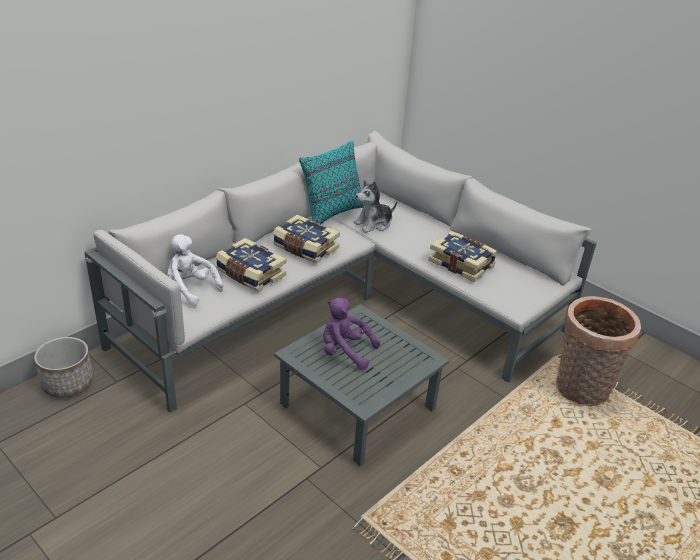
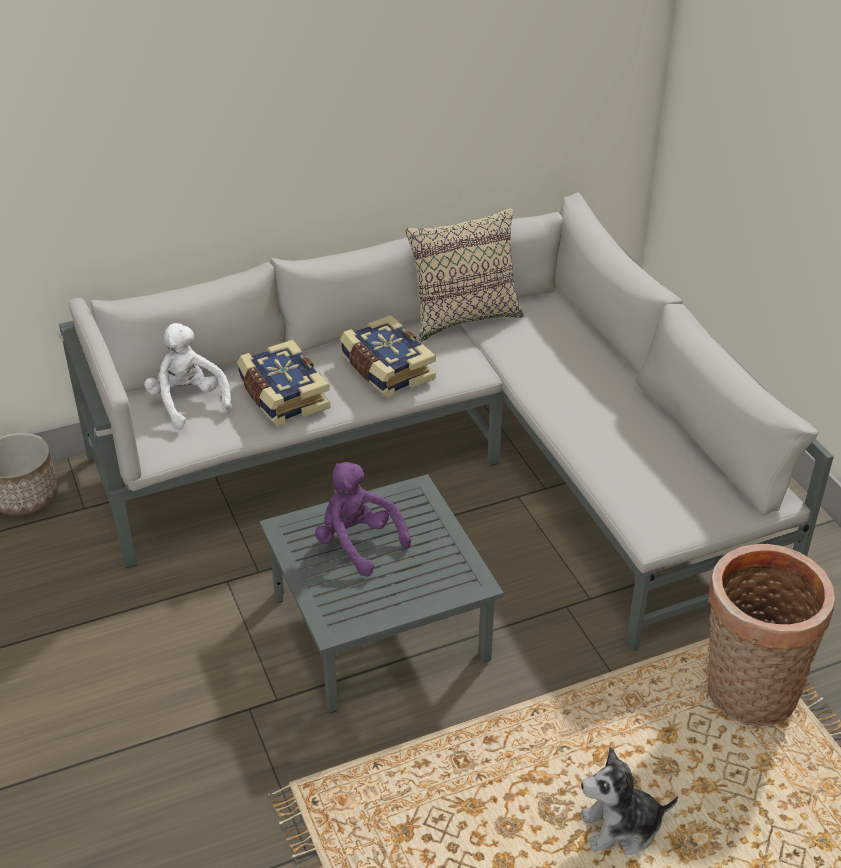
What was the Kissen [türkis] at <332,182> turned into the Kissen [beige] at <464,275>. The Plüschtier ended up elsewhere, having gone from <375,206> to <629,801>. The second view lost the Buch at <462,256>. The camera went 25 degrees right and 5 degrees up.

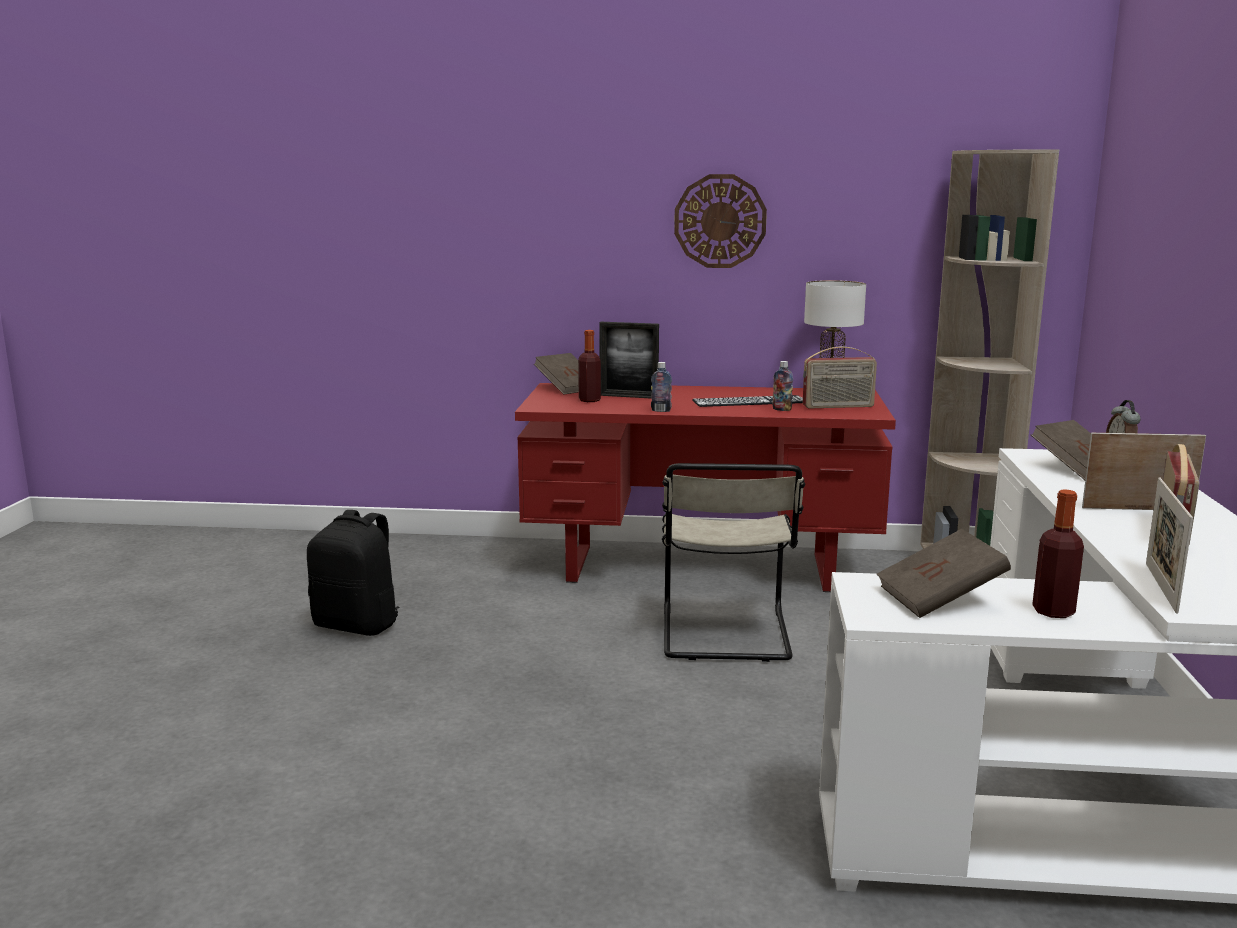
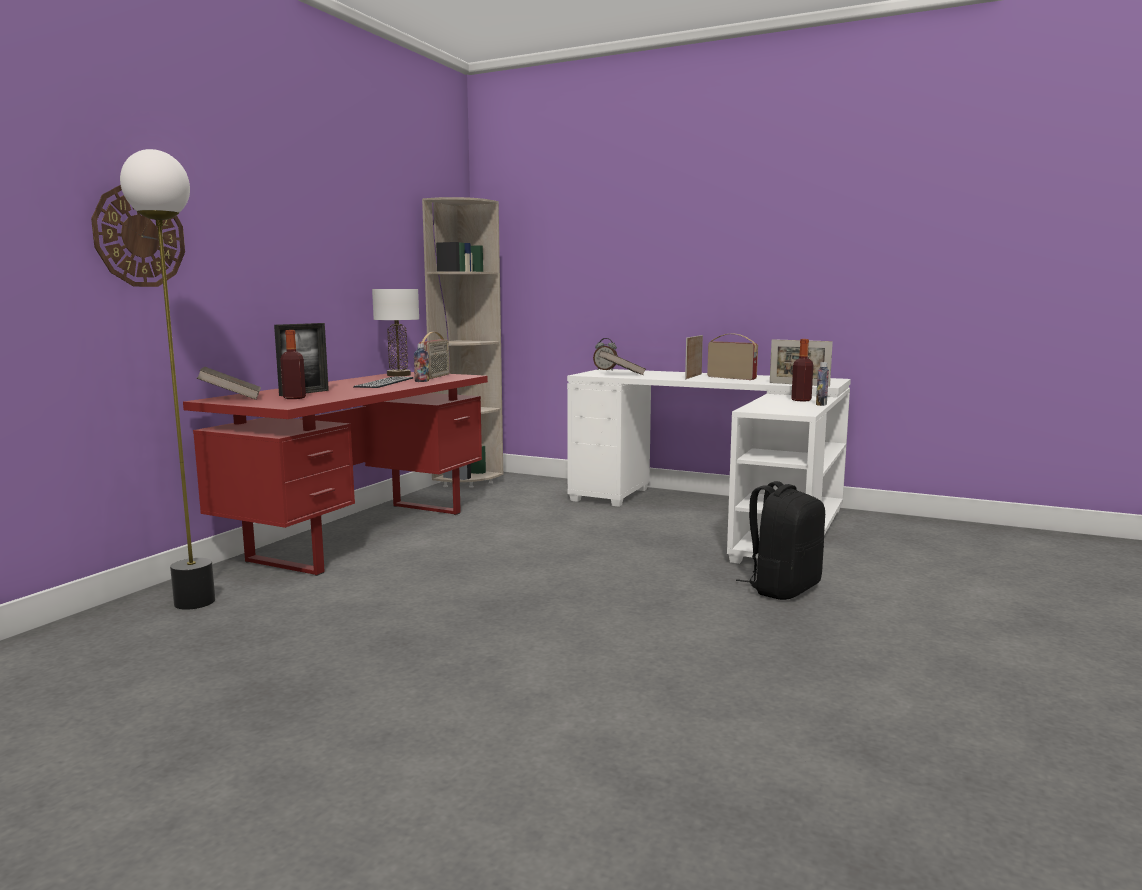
The Wanduhr ended up elsewhere, having gone from <720,221> to <138,236>. The second view gained the Stehlampe at <167,379>. The Rucksack [schwarz] ended up elsewhere, having gone from <353,573> to <780,540>. The Flasche ended up elsewhere, having gone from <661,387> to <822,384>. The second view lost the Stuhl [beige] at <733,562>. The second view lost the Buch [braun] at <944,573>. The camera went 70 degrees left and 5 degrees down.

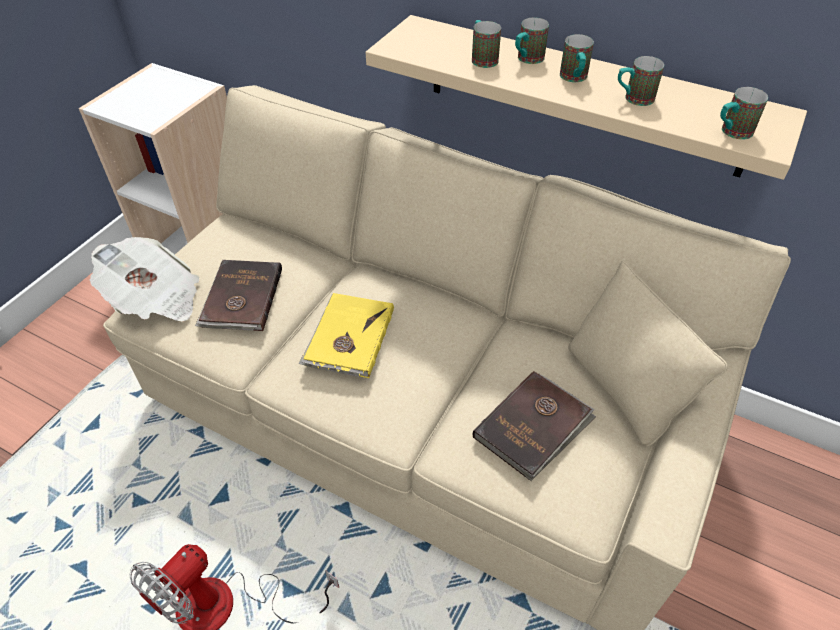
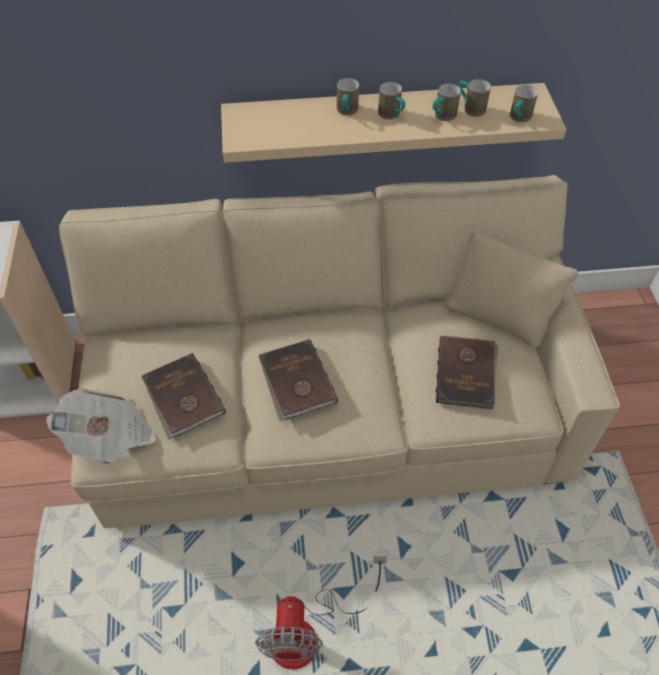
What was the Buch [gelb] at <346,335> turned into the Buch [braun] at <298,380>. The Henkelbecher ended up elsewhere, having gone from <486,44> to <475,98>. The camera went 35 degrees left and 5 degrees up.

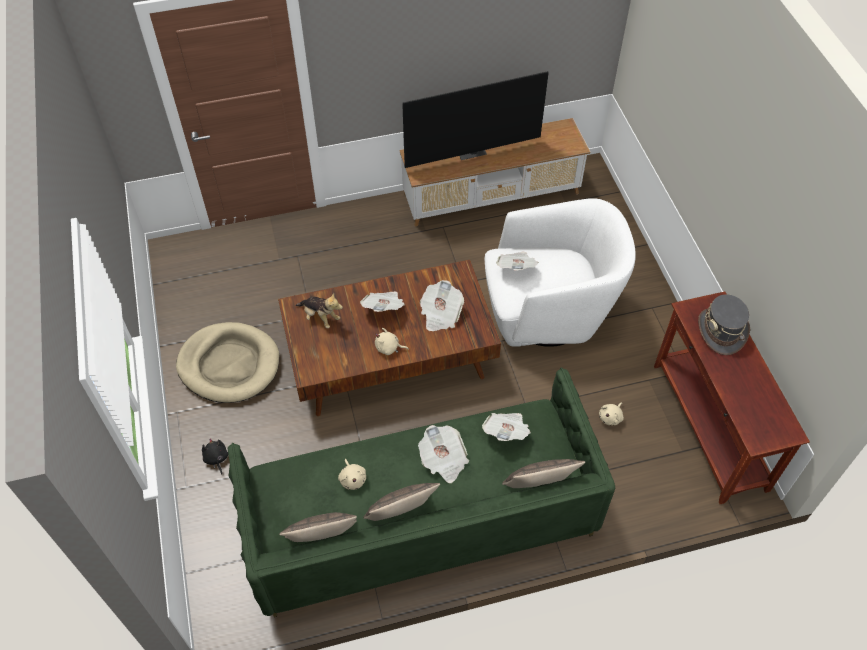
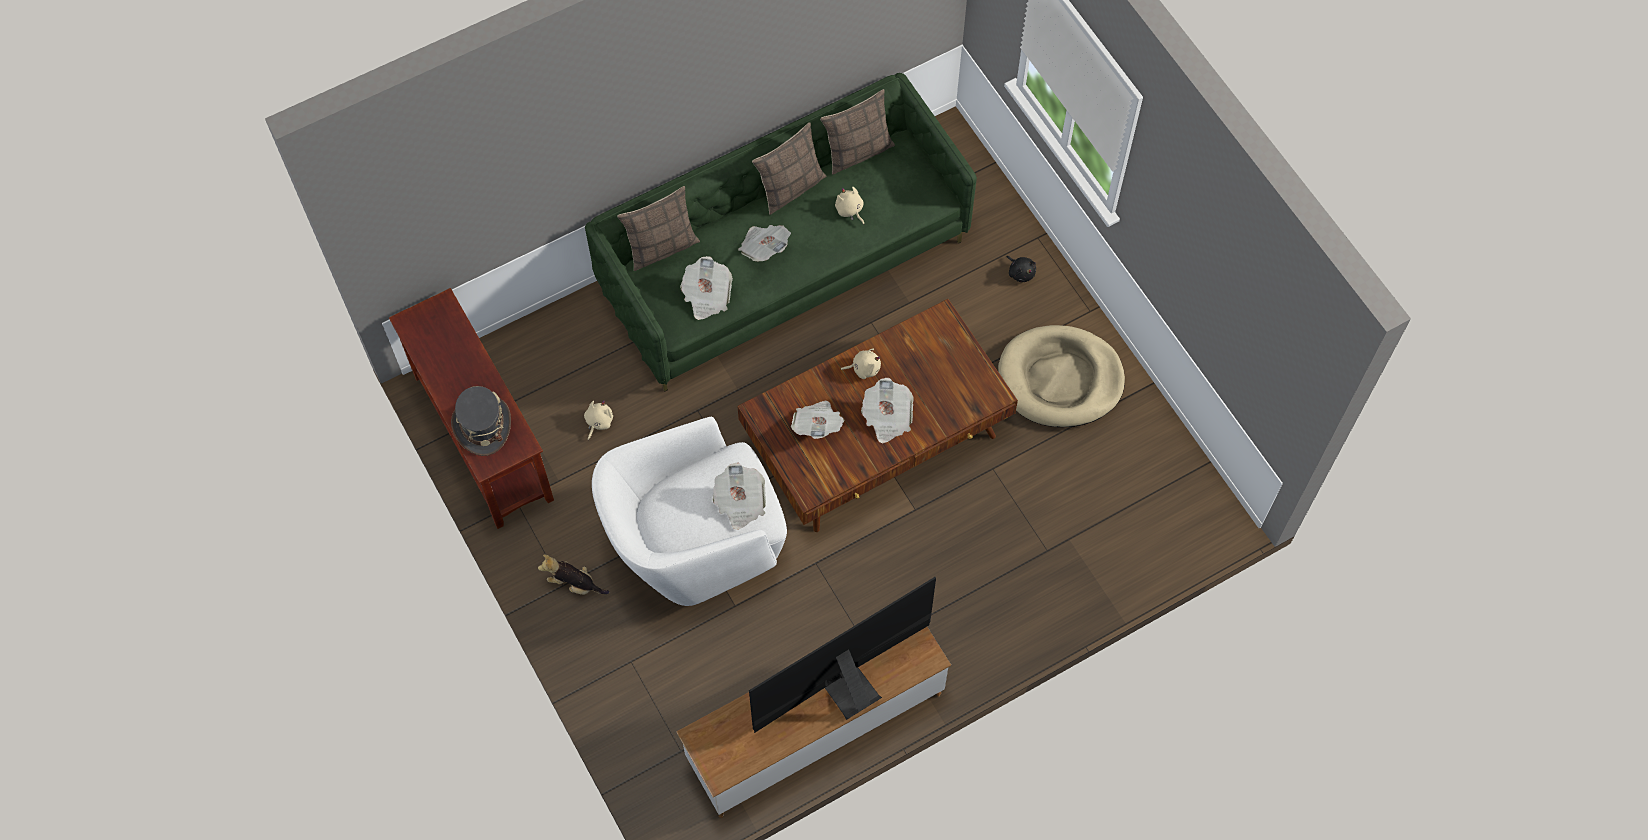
The Plüschtier ended up elsewhere, having gone from <319,310> to <573,574>. The camera went 165 degrees right and 10 degrees up.

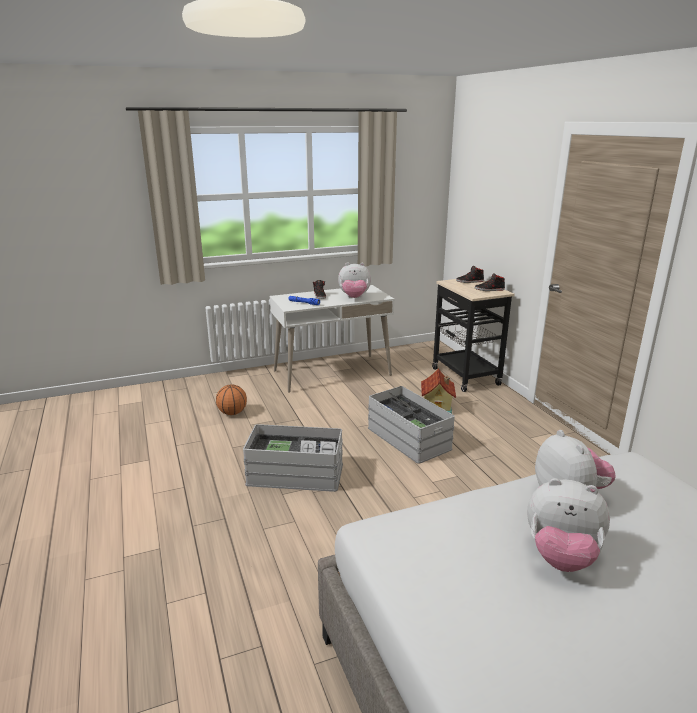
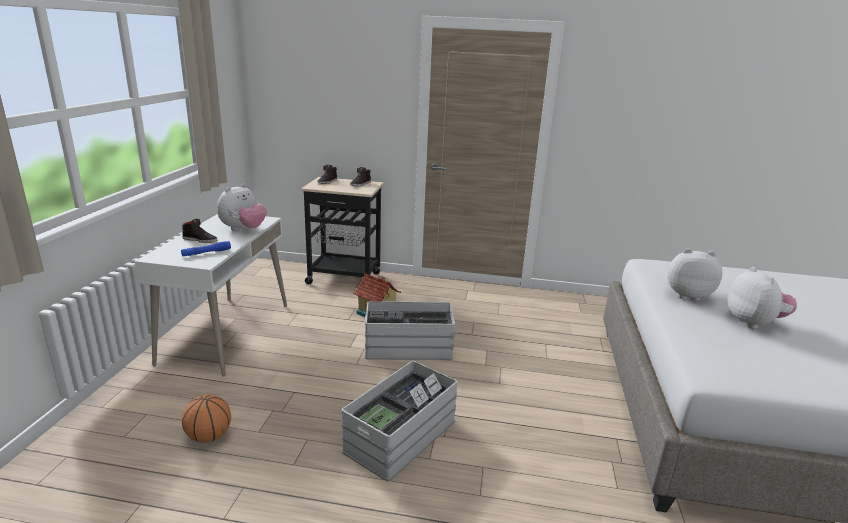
The Plüschtier at <568,525> ended up facing another way, 60 degrees counterclockwise from before. The camera went 60 degrees left and 0 degrees up.

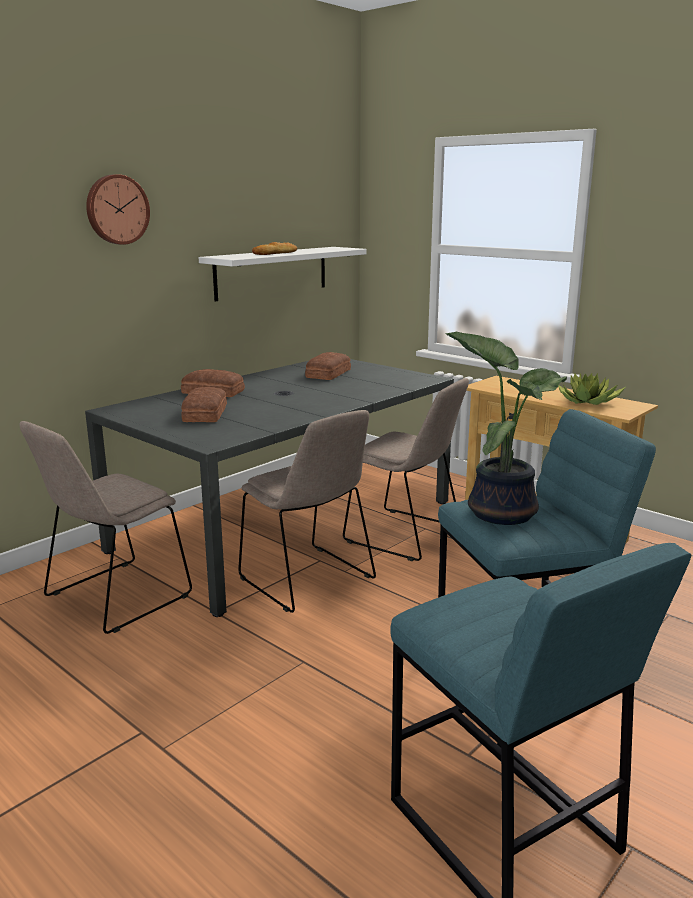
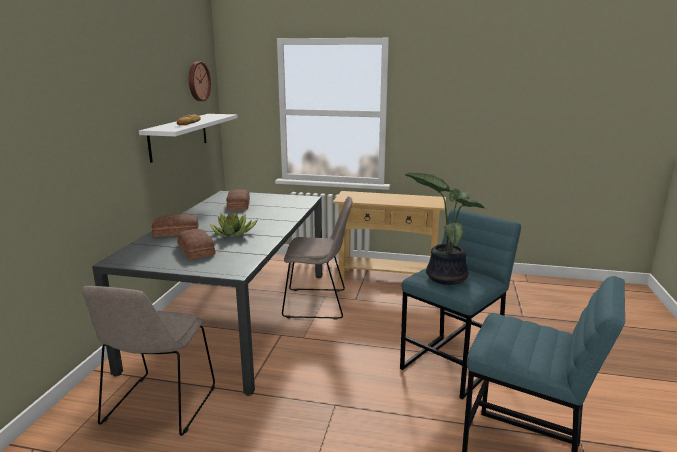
The Wanduhr ended up elsewhere, having gone from <118,209> to <200,81>. The Topfpflanze ended up elsewhere, having gone from <592,389> to <234,224>. The second view lost the Stuhl [beige] at <307,511>. The camera went 30 degrees left and 0 degrees up.

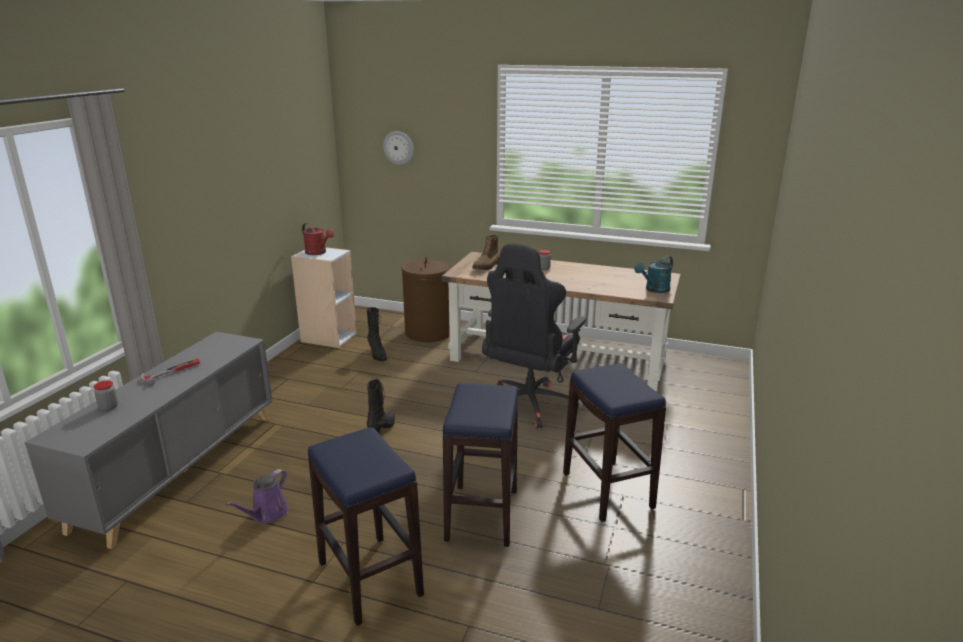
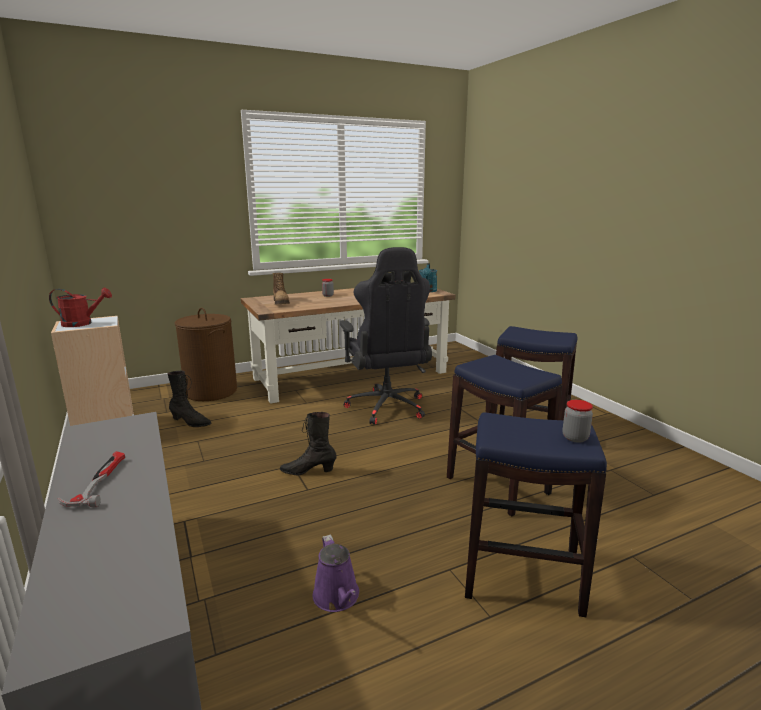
The Stiefel [schwarz] at <381,406> ended up facing another way, 60 degrees counterclockwise from before. The Vorratsglas ended up elsewhere, having gone from <106,396> to <578,421>. The second view lost the Wanduhr at <398,148>. The camera went 45 degrees left and 5 degrees down.

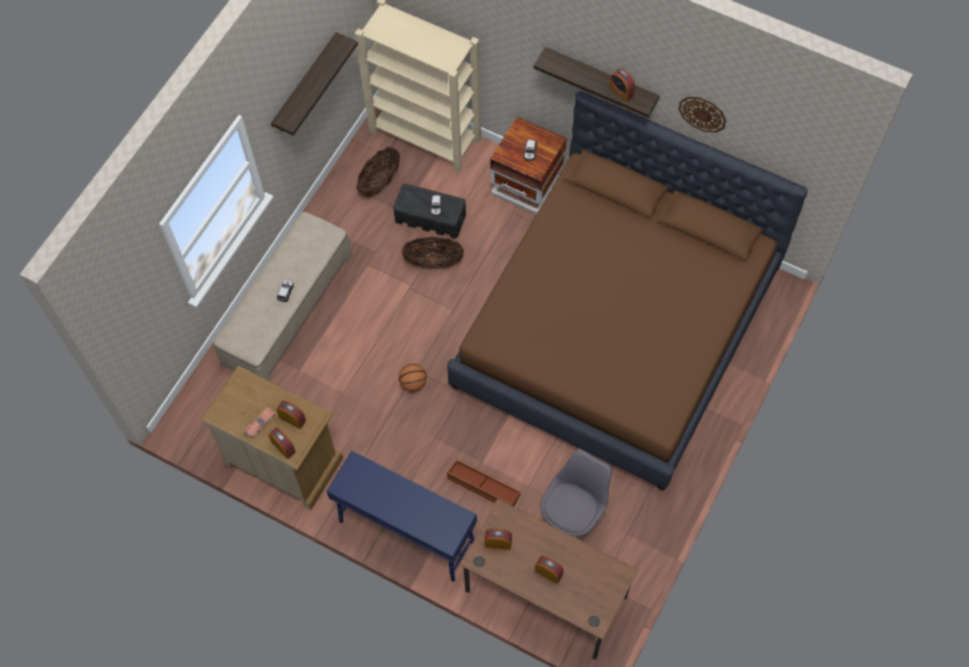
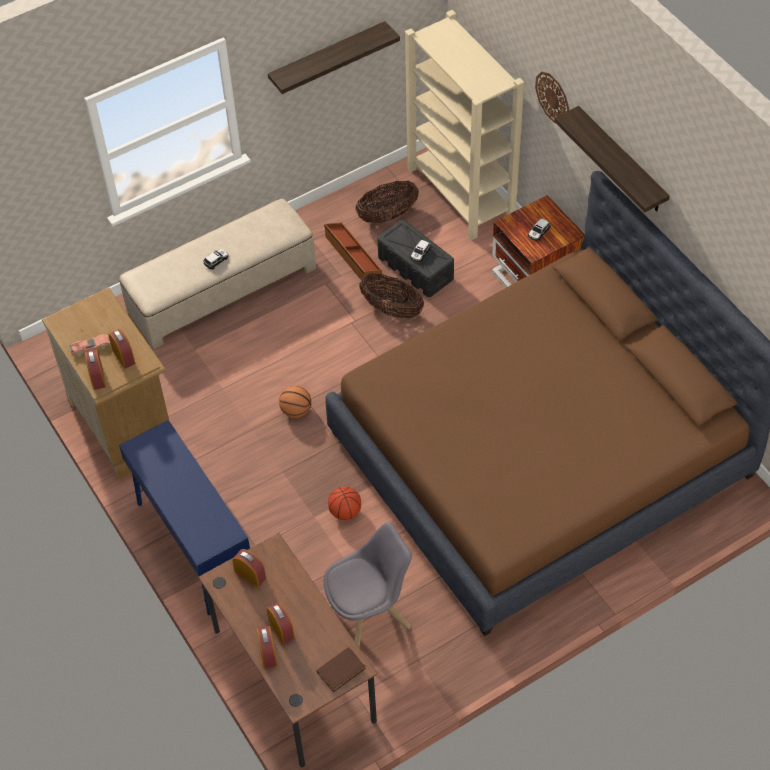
The Wecker ended up elsewhere, having gone from <622,85> to <267,647>. The second view gained the Buch [braun] at <341,669>. The Aufbewahrungsbox [braun] ended up elsewhere, having gone from <484,483> to <353,251>. The second view gained the Basketball at <344,503>. The Wanduhr ended up elsewhere, having gone from <702,115> to <552,97>. The camera went 30 degrees right and 10 degrees down.

